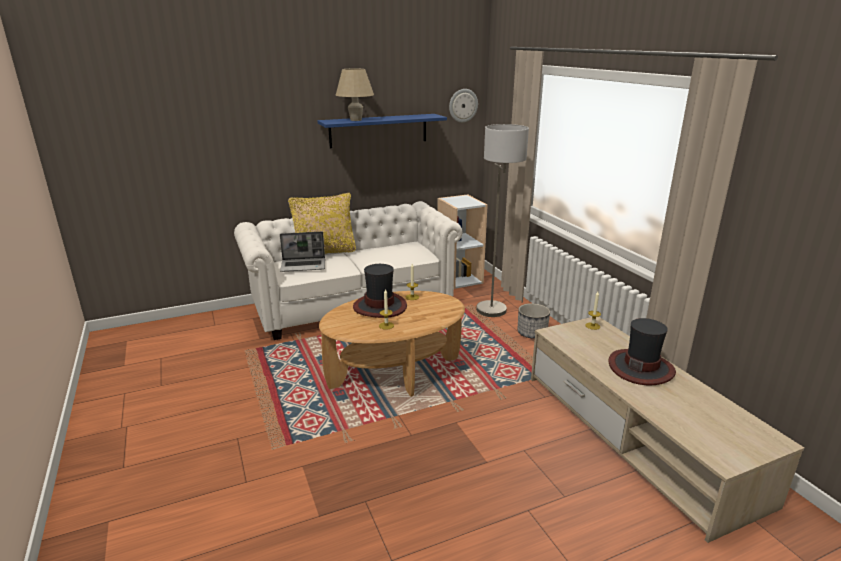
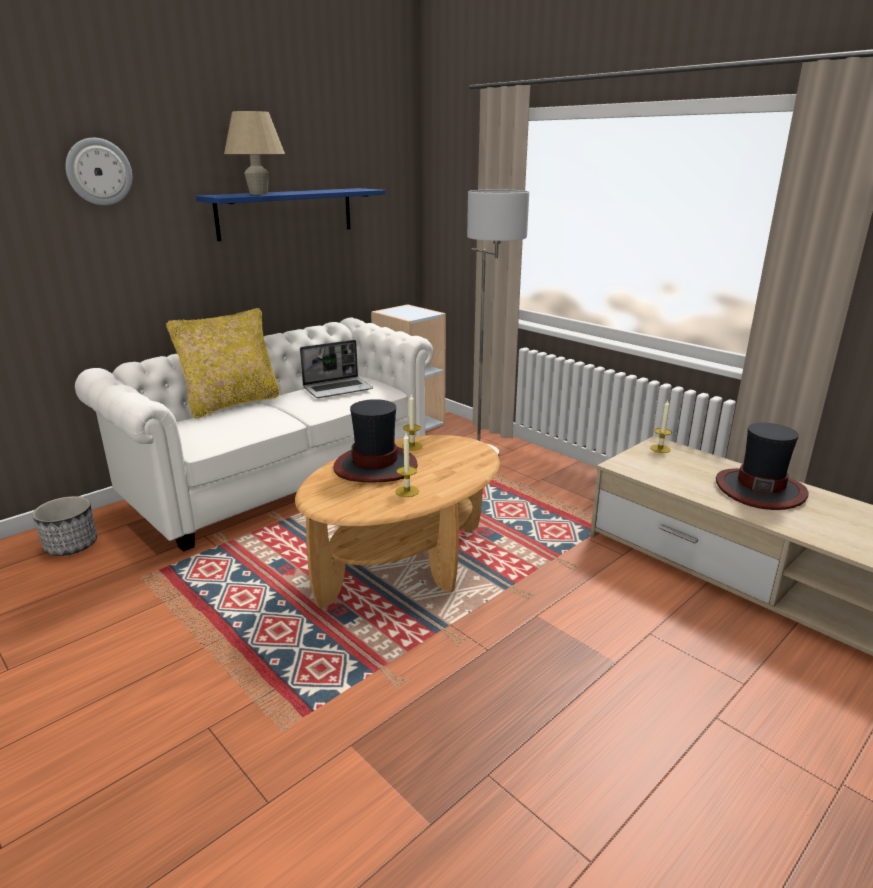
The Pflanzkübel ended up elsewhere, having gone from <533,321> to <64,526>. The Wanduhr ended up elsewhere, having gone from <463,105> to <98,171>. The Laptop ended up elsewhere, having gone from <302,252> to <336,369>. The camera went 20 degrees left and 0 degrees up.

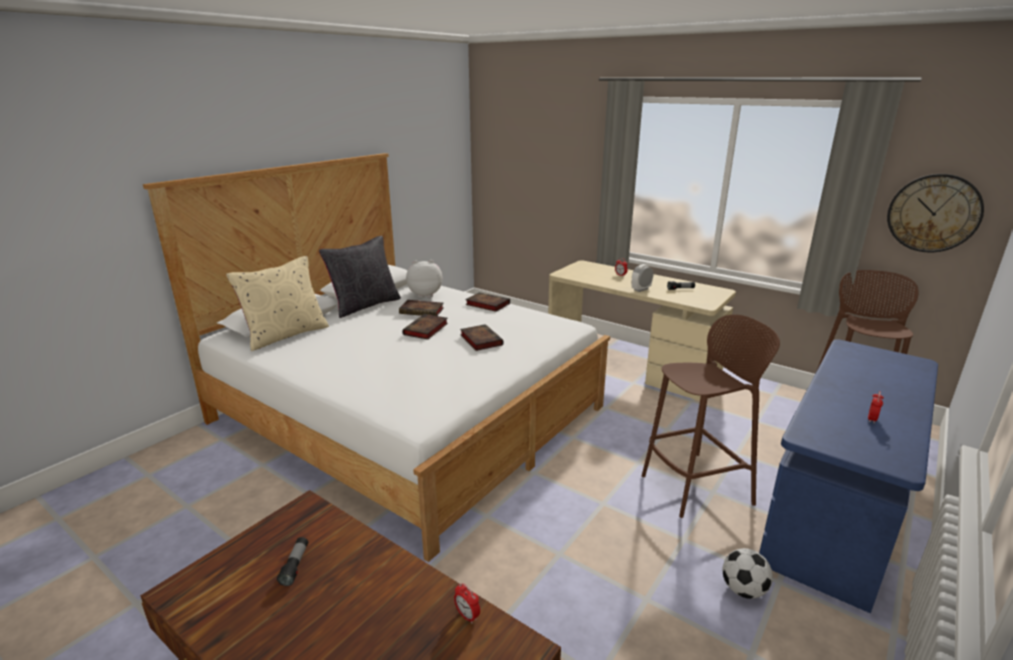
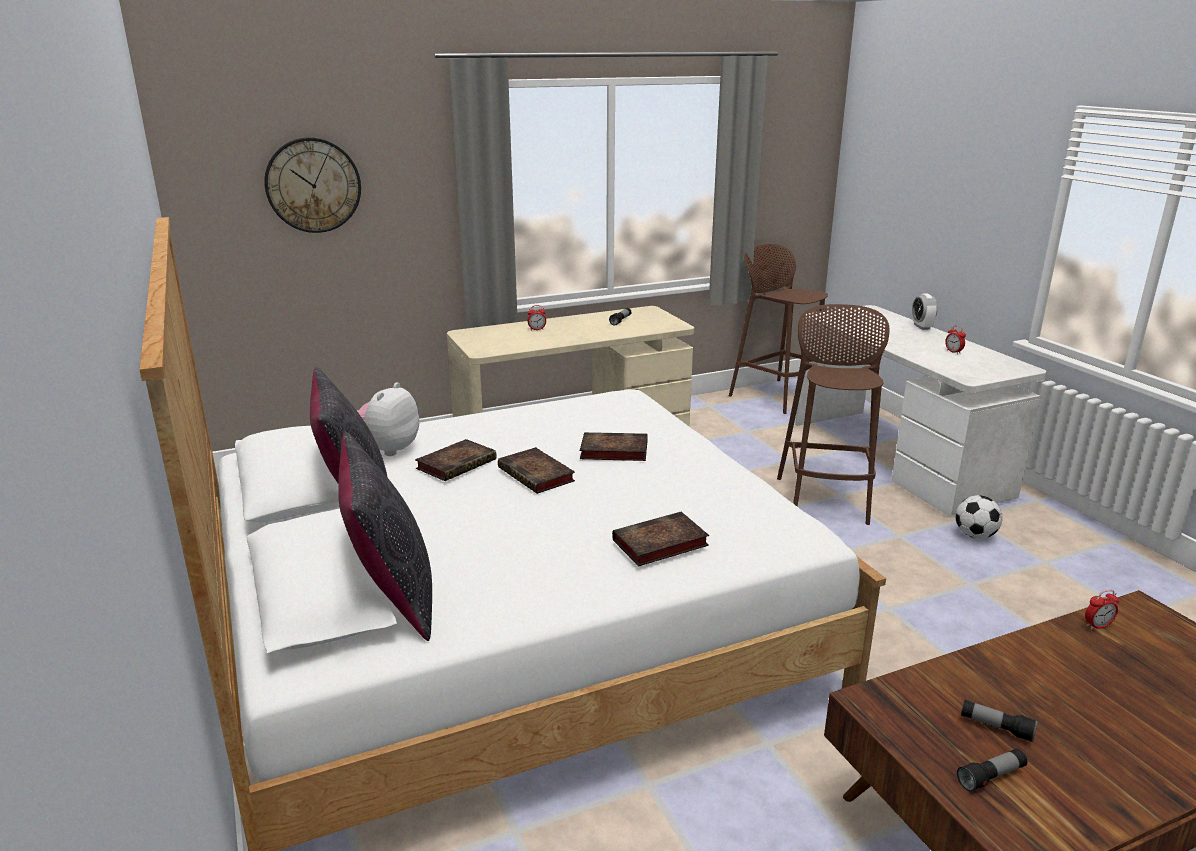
The Wanduhr ended up elsewhere, having gone from <935,213> to <312,185>. What was the Kissen [beige] at <277,303> turned into the Kissen [schwarz] at <385,536>. The Buch ended up elsewhere, having gone from <487,302> to <660,539>. What was the Schreibtisch [blau] at <848,476> turned into the Schreibtisch [weiß] at <921,410>. The Wecker ended up elsewhere, having gone from <642,278> to <925,311>. The second view gained the Taschenlampe at <992,770>. The camera went 60 degrees left and 0 degrees up.

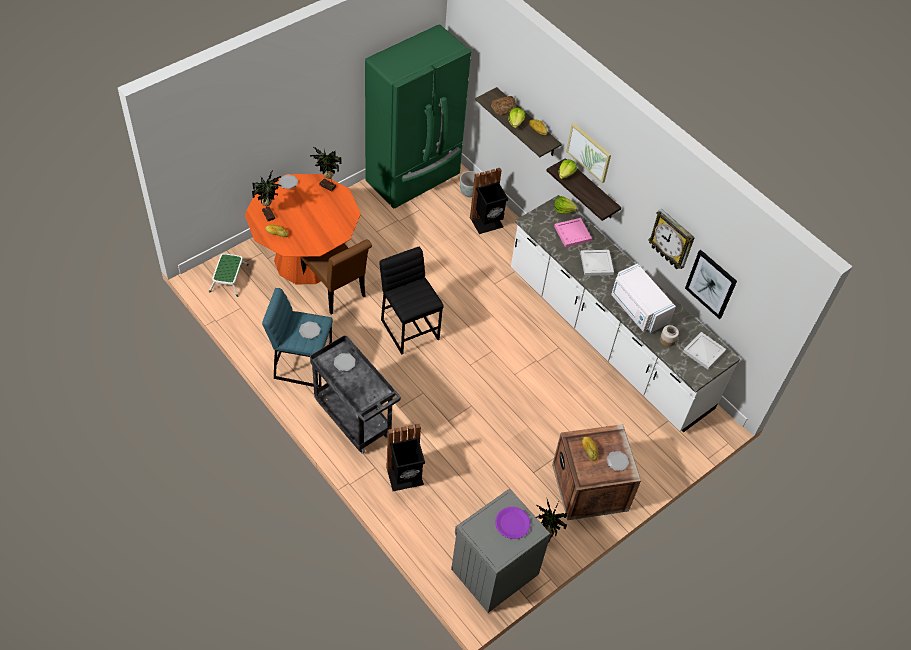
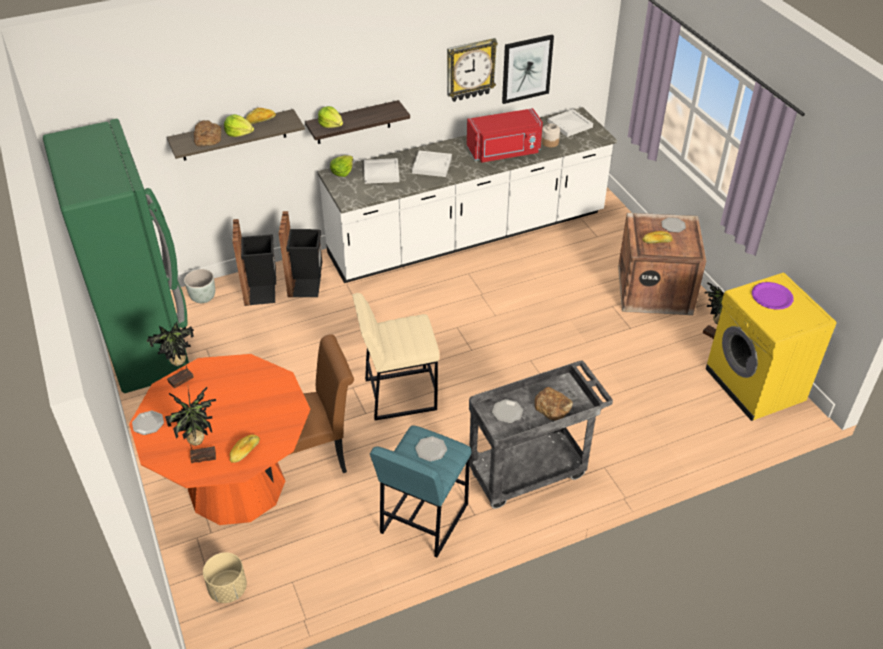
Where the Trittleiter [grün] stood at <229,275>, the Pflanzkübel [beige] came to stand at <225,577>. The Mülleimer [schwarz] ended up elsewhere, having gone from <405,457> to <300,254>. What was the Hocker [schwarz] at <411,300> turned into the Hocker [beige] at <396,357>. What was the Tablett [rosa] at <573,232> turned into the Tablett [weiß] at <382,171>. What was the Mikrowelle [weiß] at <643,298> turned into the Mikrowelle [rot] at <505,135>. The second view gained the Brot at <553,403>. What was the Waschmaschine [grau] at <501,550> turned into the Waschmaschine [gelb] at <771,346>. The second view lost the Bild at <588,153>. The camera went 70 degrees left and 10 degrees down.

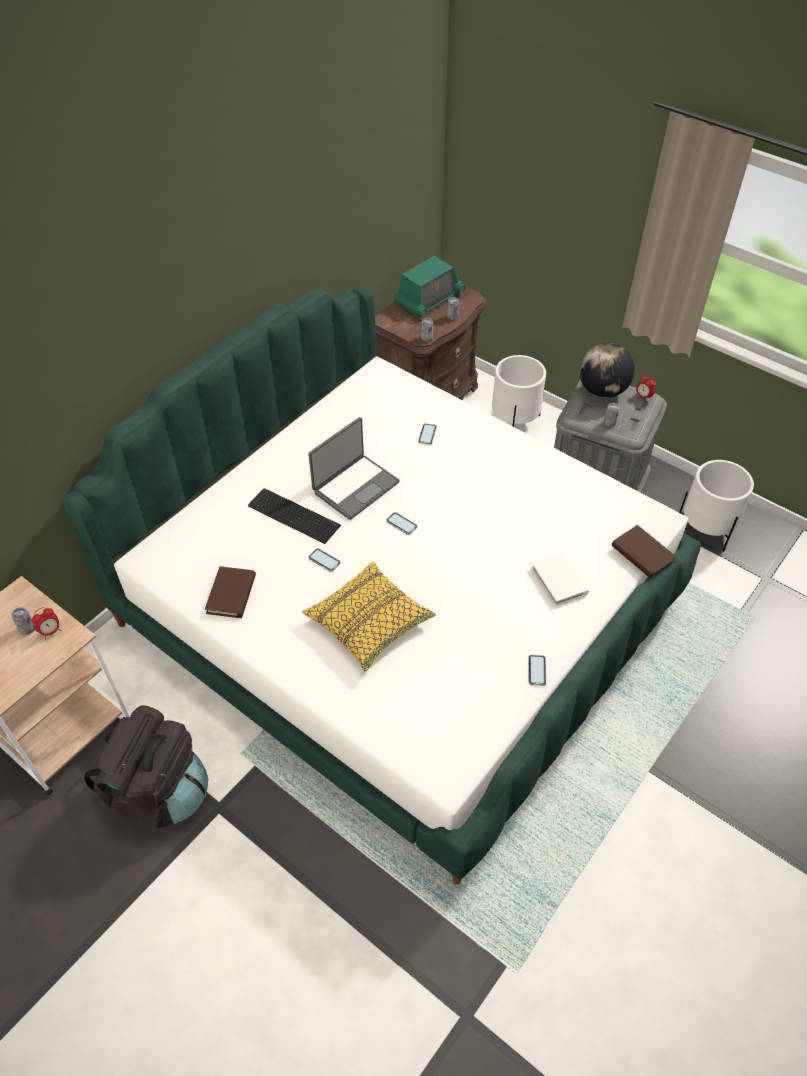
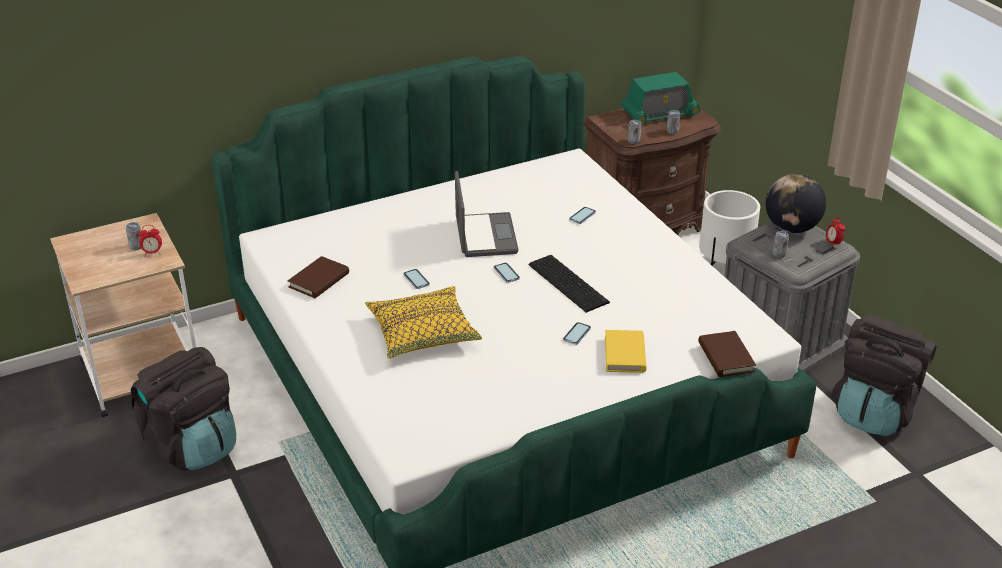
The Laptop at <354,468> ended up facing another way, 75 degrees counterclockwise from before. The Tastatur ended up elsewhere, having gone from <294,516> to <569,284>. The Handy ended up elsewhere, having gone from <537,670> to <577,333>. What was the Buch [weiß] at <559,579> turned into the Buch [gelb] at <625,351>. Where the Pflanzkübel [weiß] stood at <716,506>, the Rucksack [schwarz] came to stand at <884,375>. The camera went 25 degrees right and 15 degrees down.

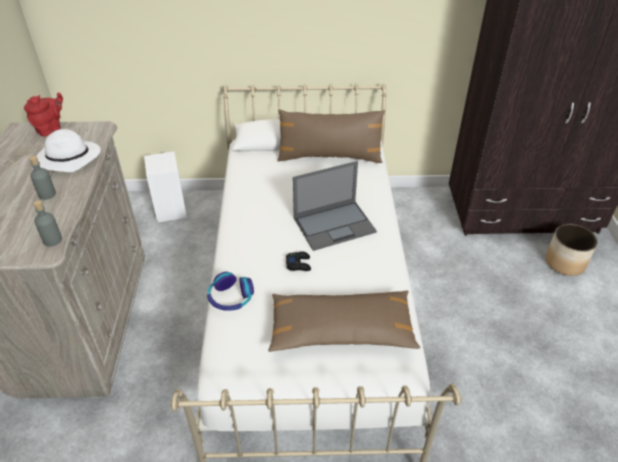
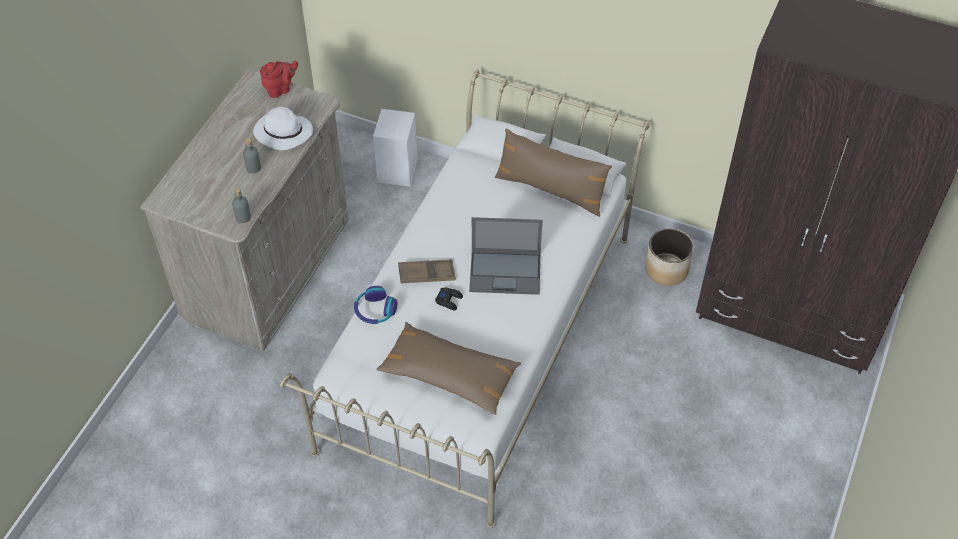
The second view gained the Tablett [braun] at <426,271>. The Pflanzkübel ended up elsewhere, having gone from <571,250> to <669,257>. The camera went 25 degrees right and 10 degrees up.

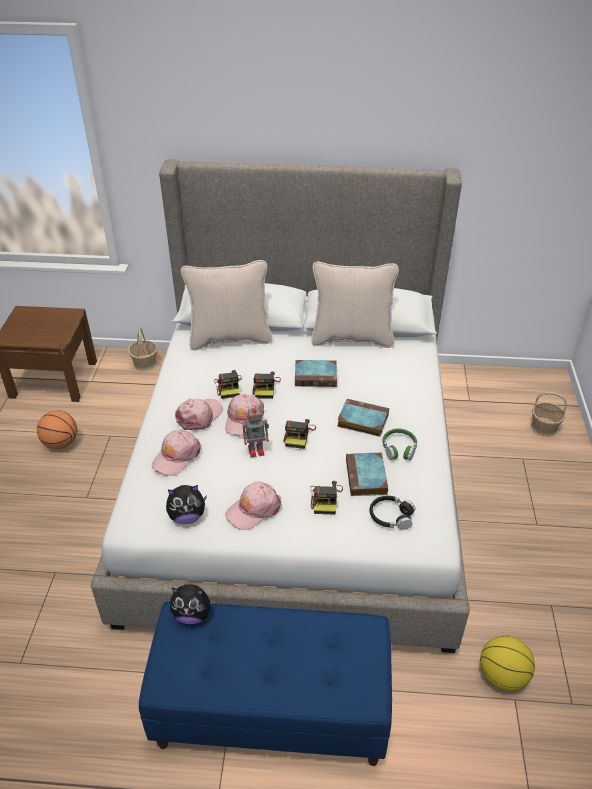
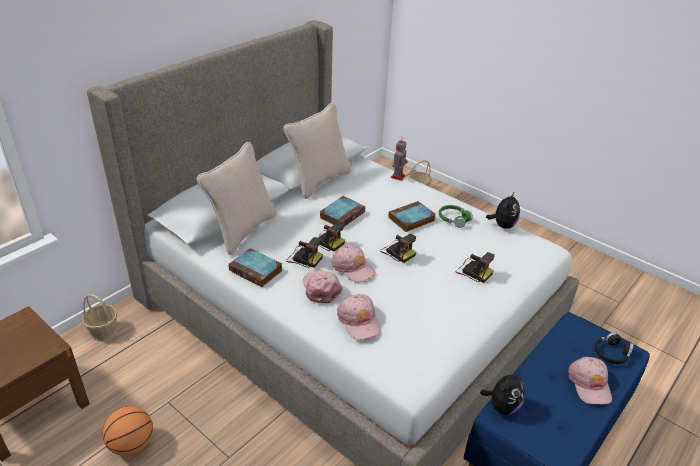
The Buch ended up elsewhere, having gone from <367,474> to <255,267>. The Spielzeugroboter ended up elsewhere, having gone from <255,431> to <399,159>. The Plüschtier ended up elsewhere, having gone from <186,504> to <503,210>. The Kappe [rosa] ended up elsewhere, having gone from <253,506> to <590,381>. The Kopfhörer [schwarz] ended up elsewhere, having gone from <392,513> to <614,348>. The second view lost the Basketball at <507,663>. The camera went 55 degrees left and 5 degrees down.

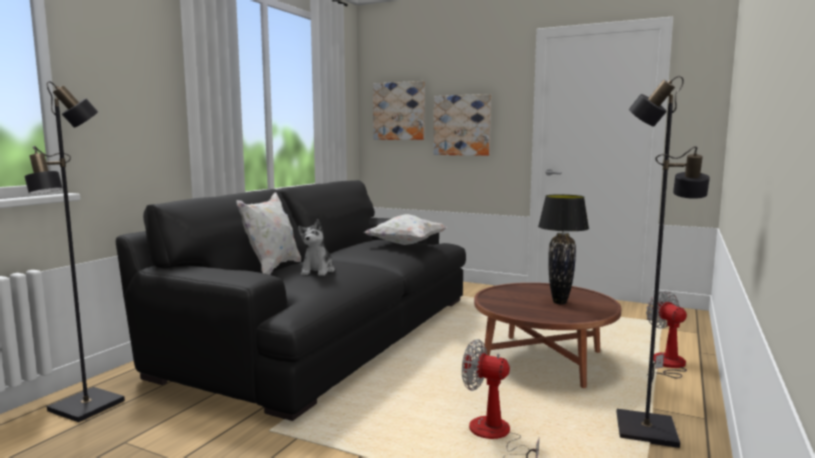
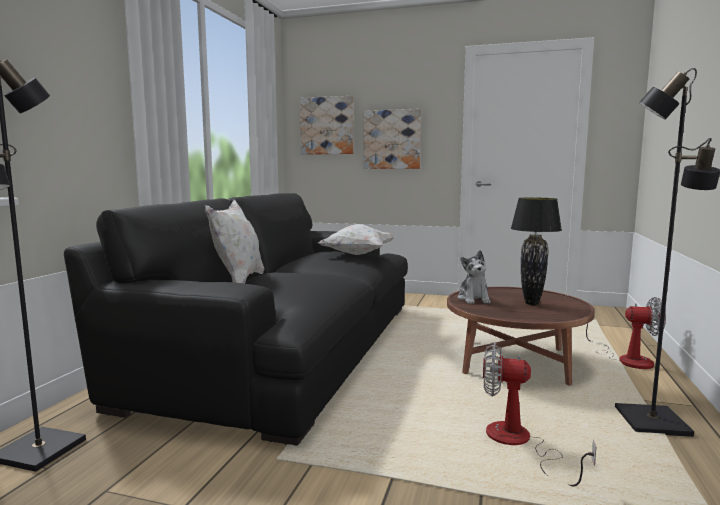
The Plüschtier ended up elsewhere, having gone from <316,247> to <474,277>. The Ventilator at <666,336> ended up facing another way, 135 degrees clockwise from before. The camera went 10 degrees left and 0 degrees up.

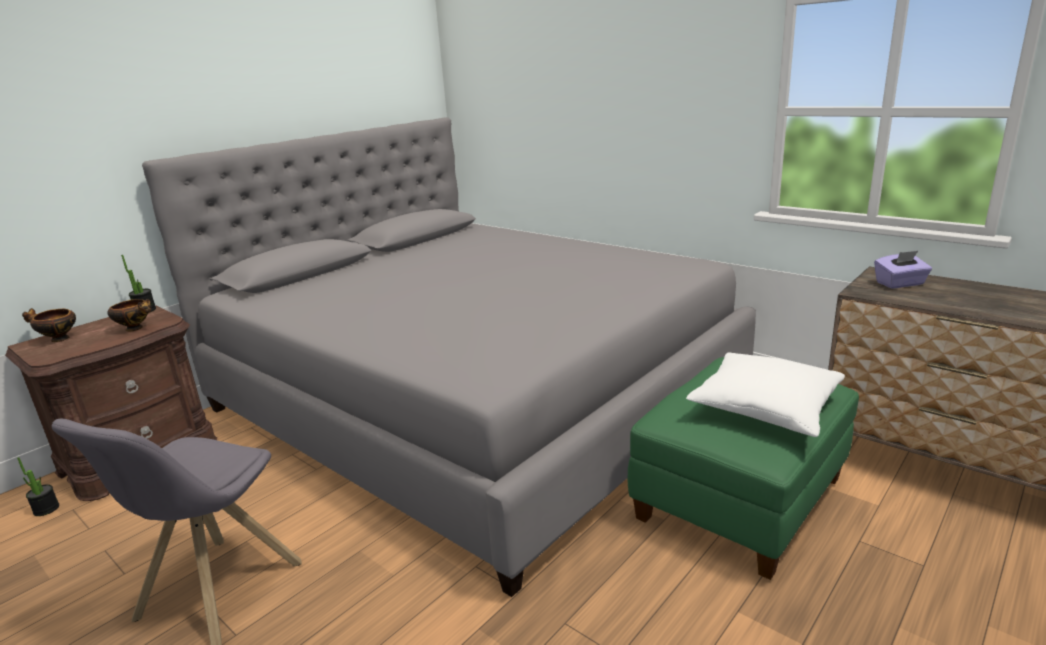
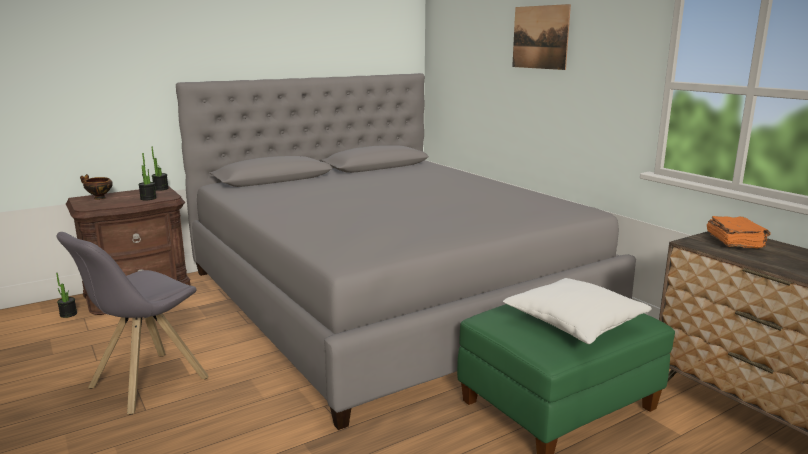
Where the Schüssel stood at <129,315>, the Topfpflanze came to stand at <147,176>. The second view gained the Bild at <541,37>. Where the Taschentuchbox [lila] stood at <903,270>, the Buch [orange] came to stand at <738,232>. The camera went 15 degrees right and 5 degrees down.

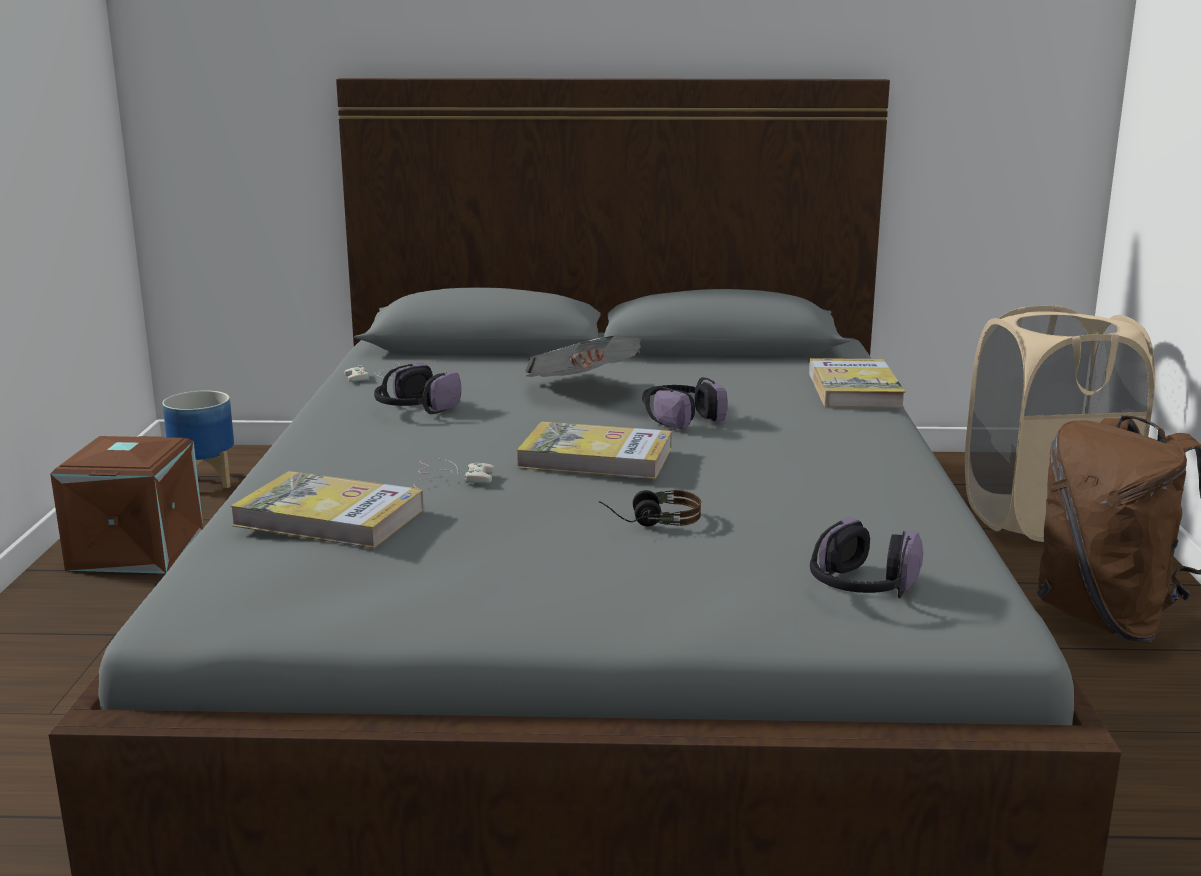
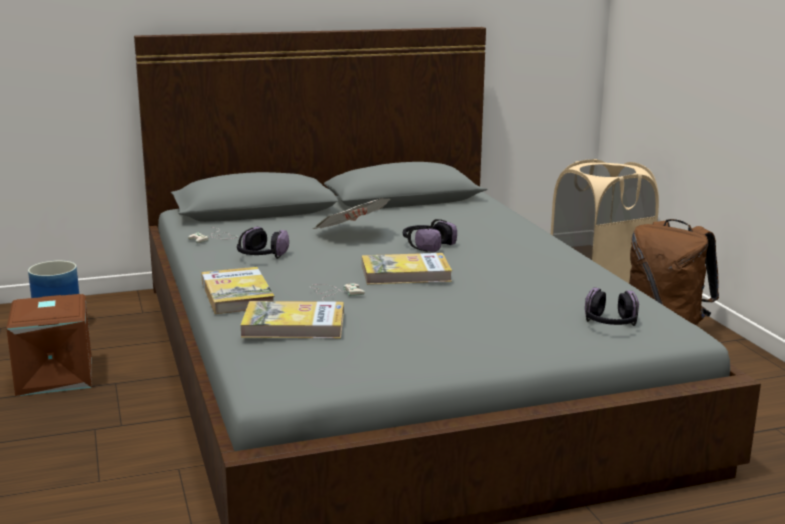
The Buch ended up elsewhere, having gone from <857,383> to <238,290>. The second view lost the Kopfhörer at <650,508>. The camera went 20 degrees left and 0 degrees up.

